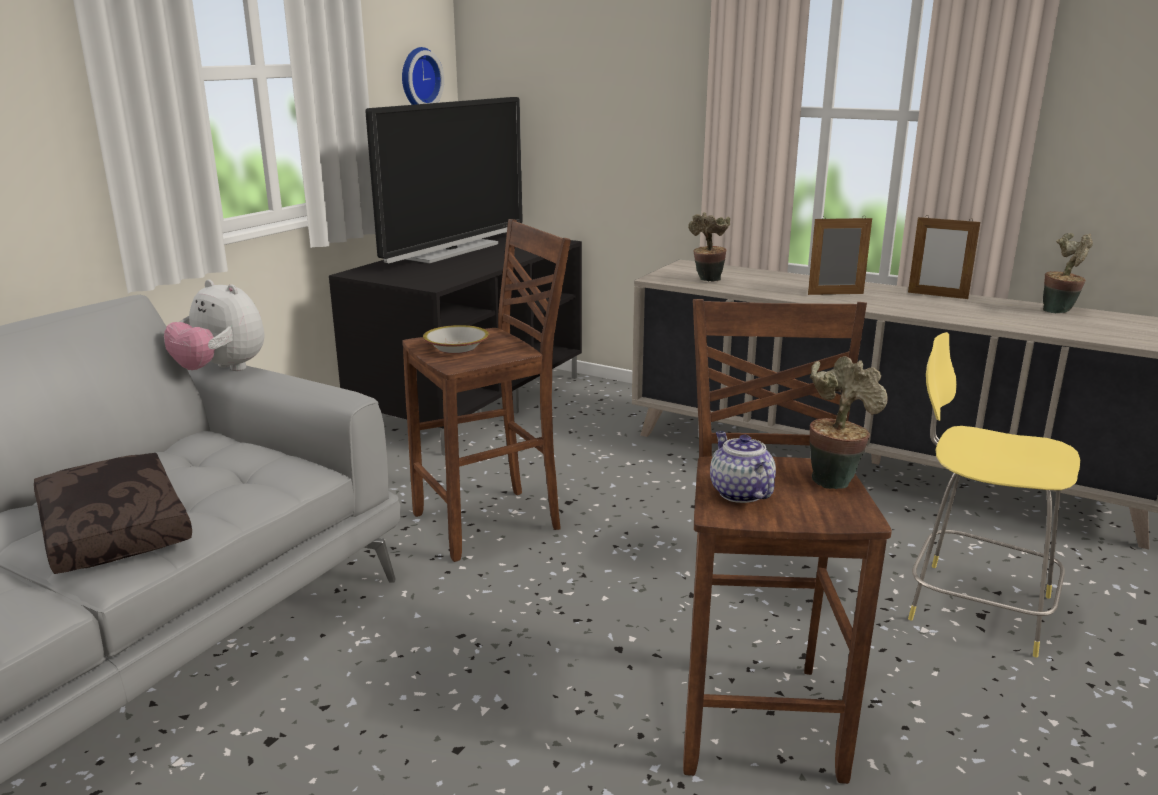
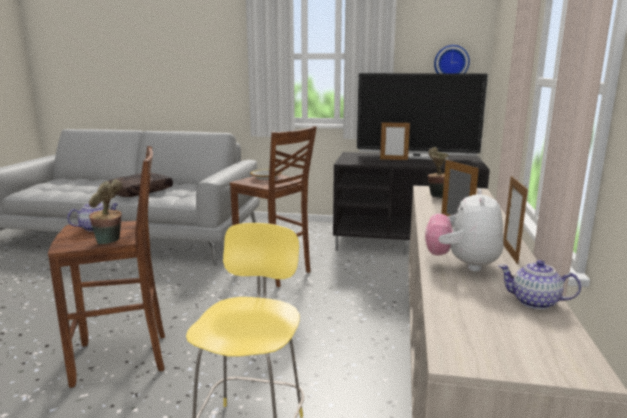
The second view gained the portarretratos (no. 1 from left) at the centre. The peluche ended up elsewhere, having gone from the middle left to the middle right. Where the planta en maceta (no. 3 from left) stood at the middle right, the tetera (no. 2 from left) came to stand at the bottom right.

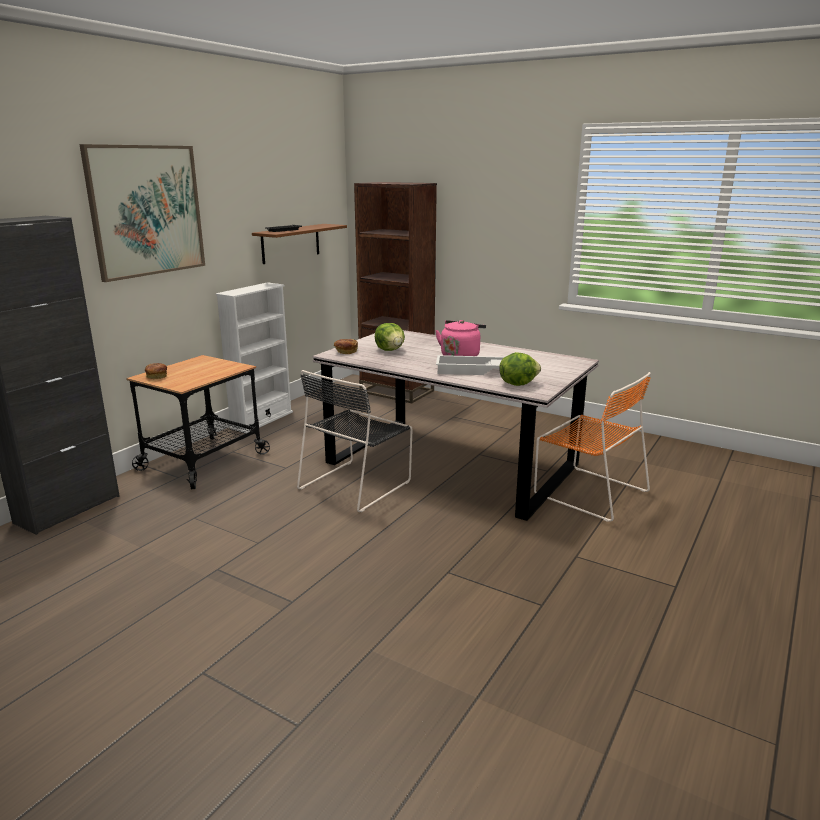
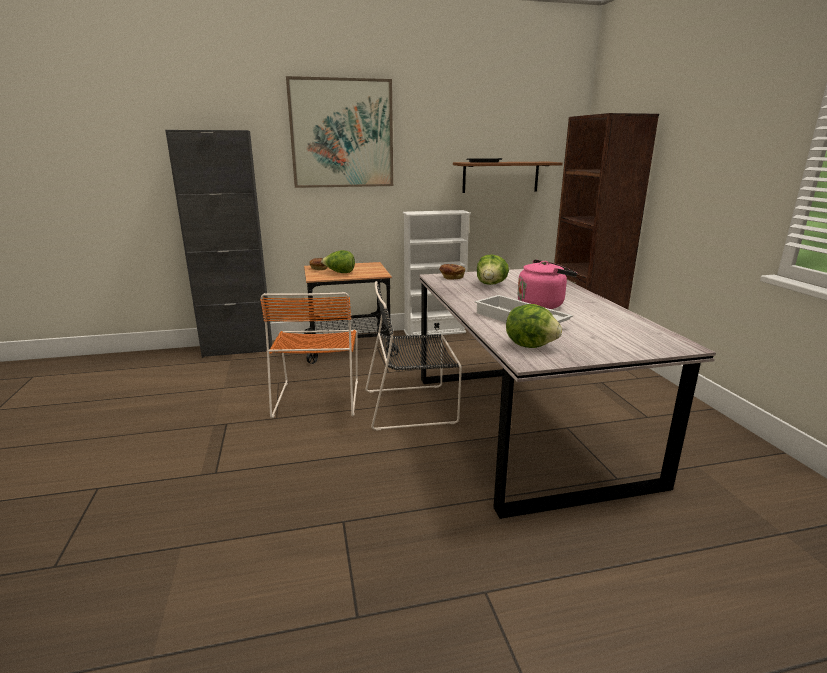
The silla [naranja] ended up elsewhere, having gone from the middle right to the centre. The second view gained the lechuga (no. 1 from left) at the centre.

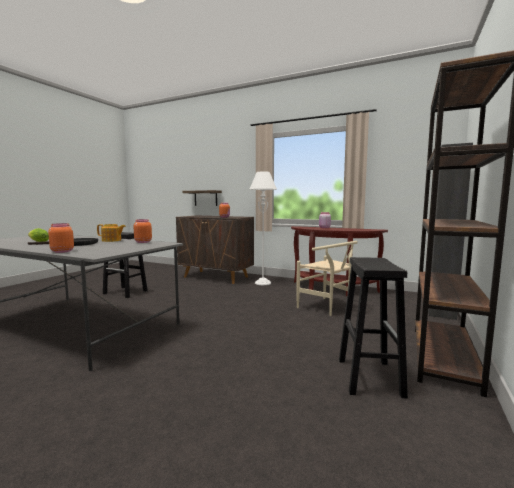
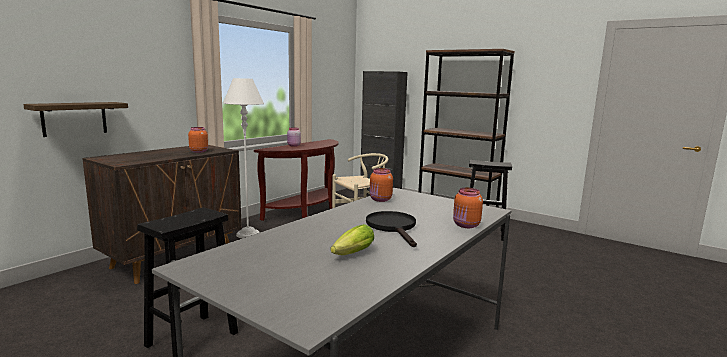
The second view lost the tetera at the middle left.

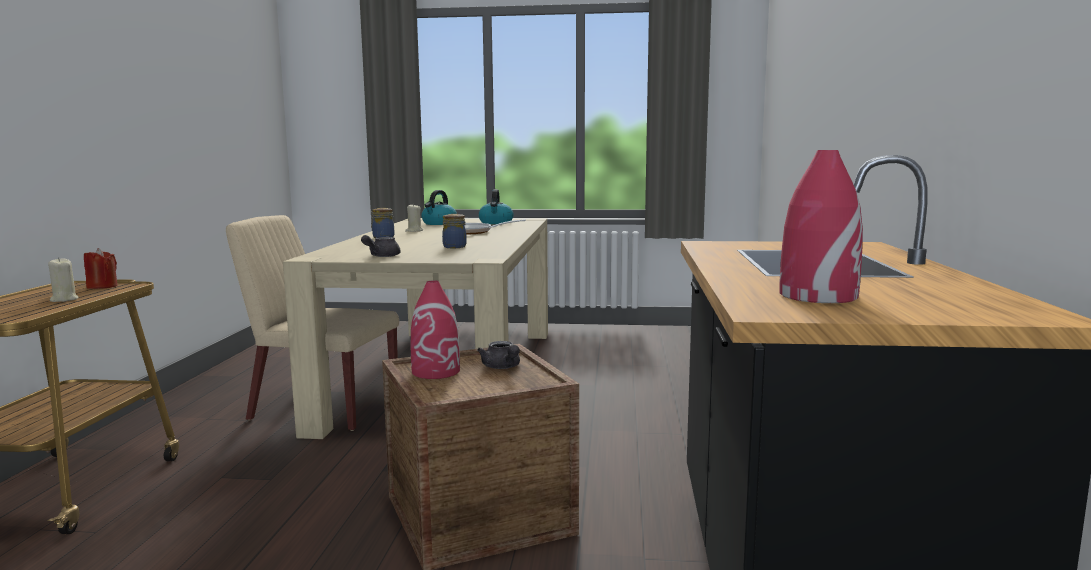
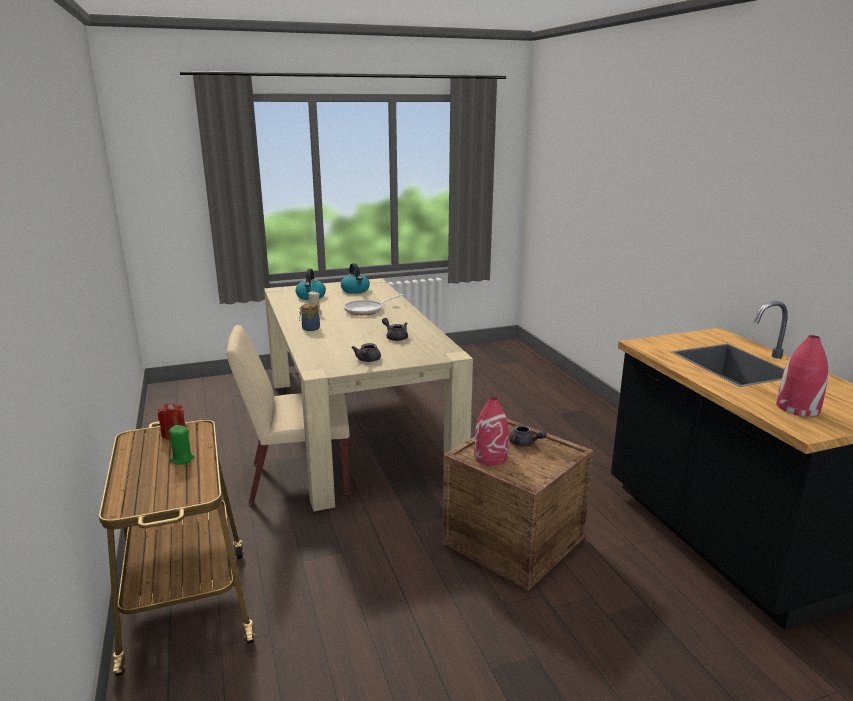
What was the vela [beis] (no. 1 from left) at the middle left turned into the vela [verde] at the middle left. Where the tarro (no. 2 from left) stood at the centre, the tetera [gris] (no. 2 from left) came to stand at the centre.

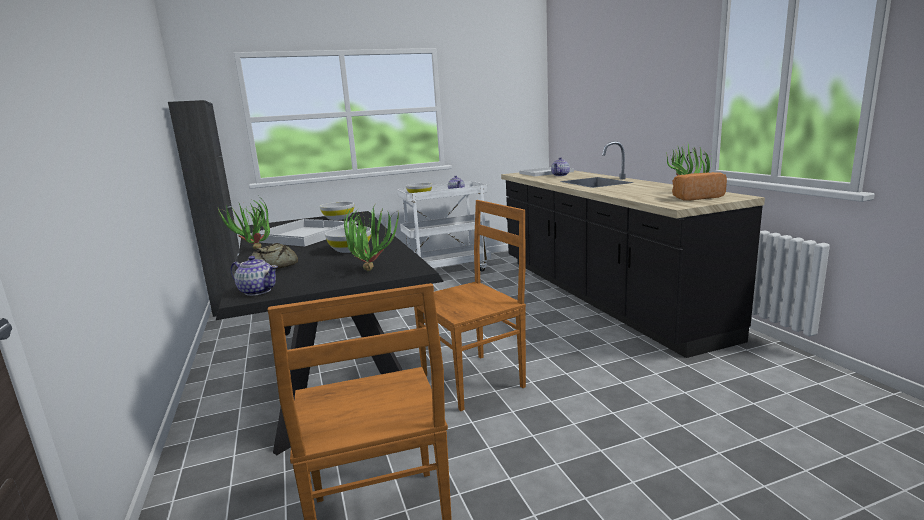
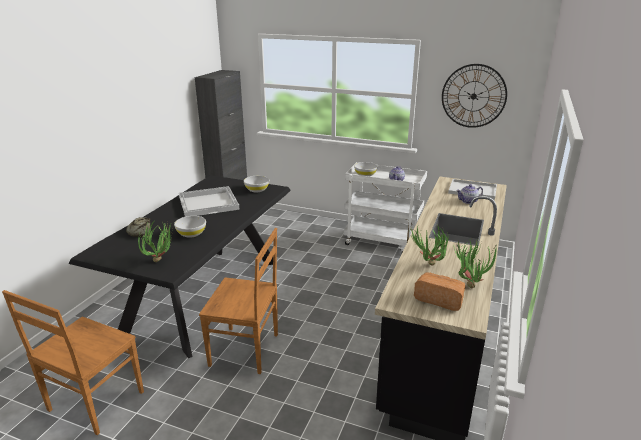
The planta en maceta (no. 1 from left in the first image) ended up elsewhere, having gone from the middle left to the middle right. The second view gained the reloj de pared at the top right. The second view lost the tetera (no. 1 from left) at the middle left.

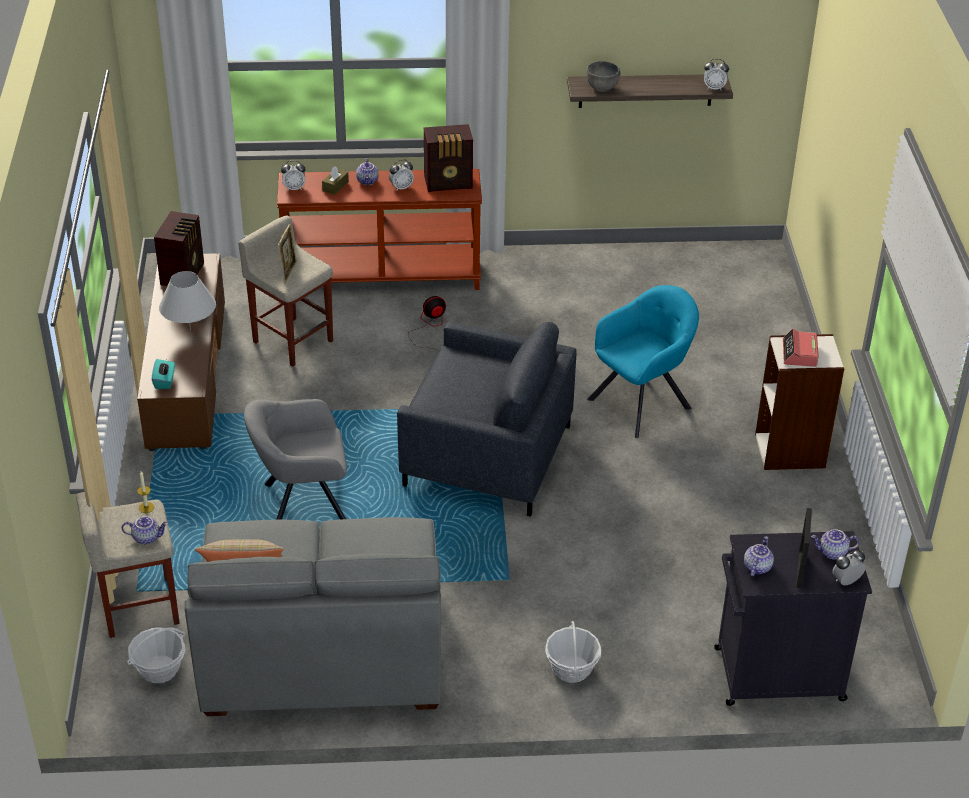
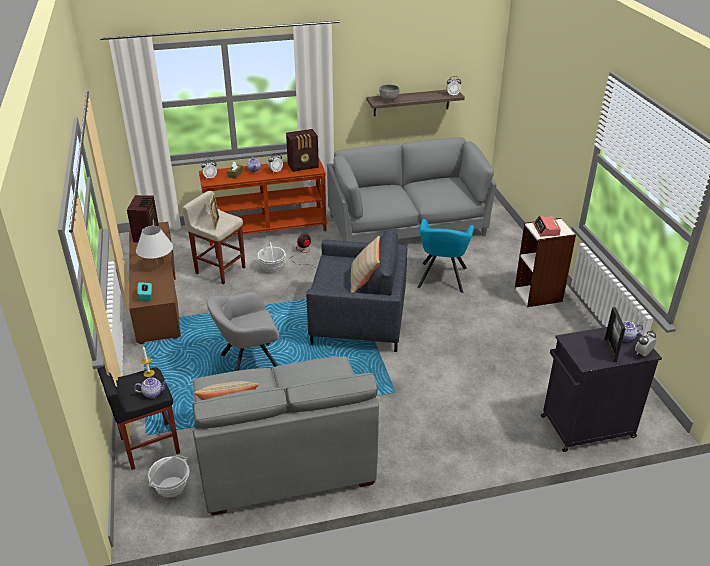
What was the taburete [beis] (no. 1 from left) at the bottom left turned into the taburete [negro] at the bottom left. The cesta (no. 2 from left) ended up elsewhere, having gone from the bottom centre to the centre. The second view gained the sofá [gris] (no. 2 from left) at the centre. The second view gained the cojín [beis] (no. 2 from left) at the centre. The sillón [turquesa] at the centre ended up facing another way, 150 degrees clockwise from before. The second view lost the tetera (no. 3 from left) at the bottom right.

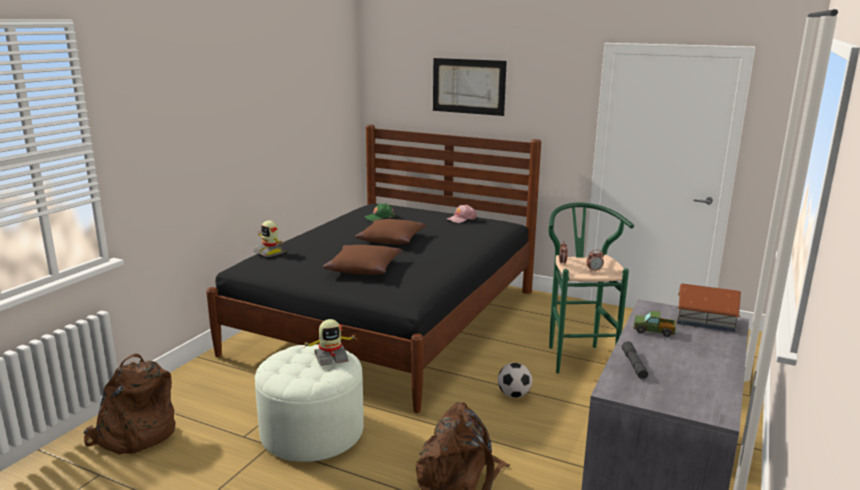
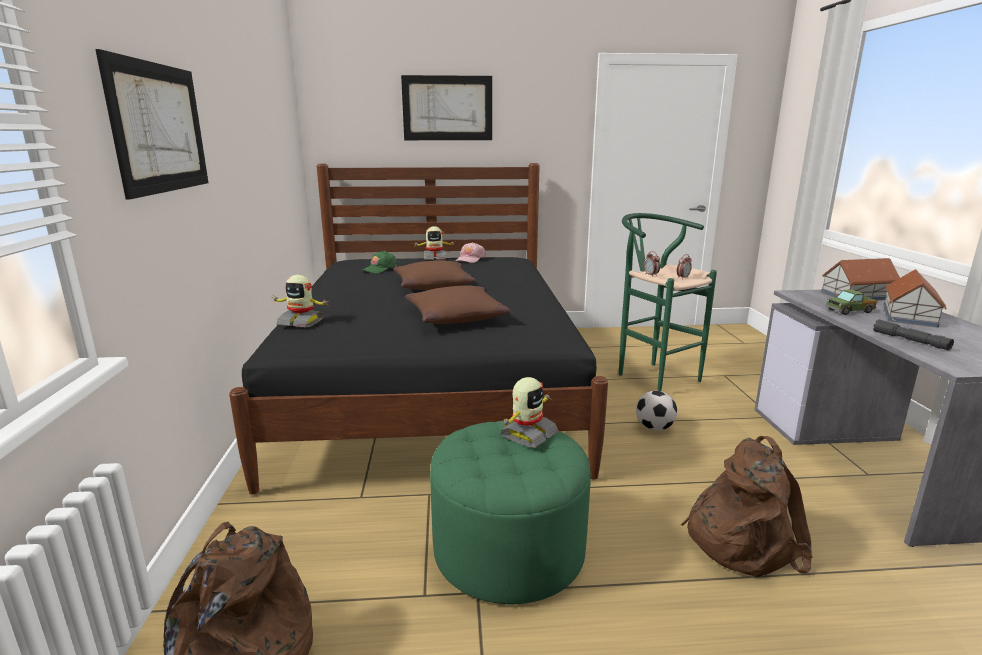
The second view gained the cuadro (no. 1 from left) at the top left. The second view gained the robot de juguete (no. 2 from left) at the centre. What was the puf [blanco] at the bottom centre turned into the puf [verde] at the bottom centre. The second view gained the casita (no. 2 from left) at the middle right.

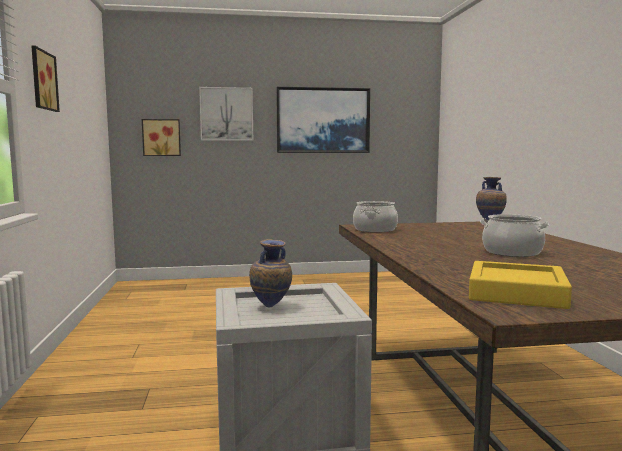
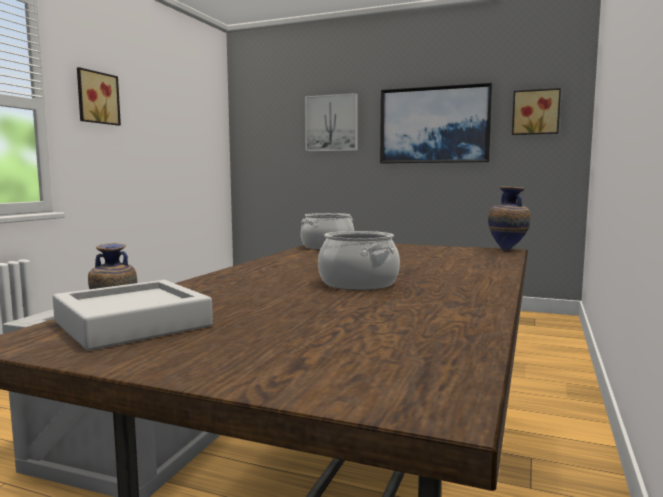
What was the bandeja [amarillo] at the middle right turned into the bandeja [gris] at the middle left. The cuadro (no. 2 from left in the first image) ended up elsewhere, having gone from the top left to the top right.

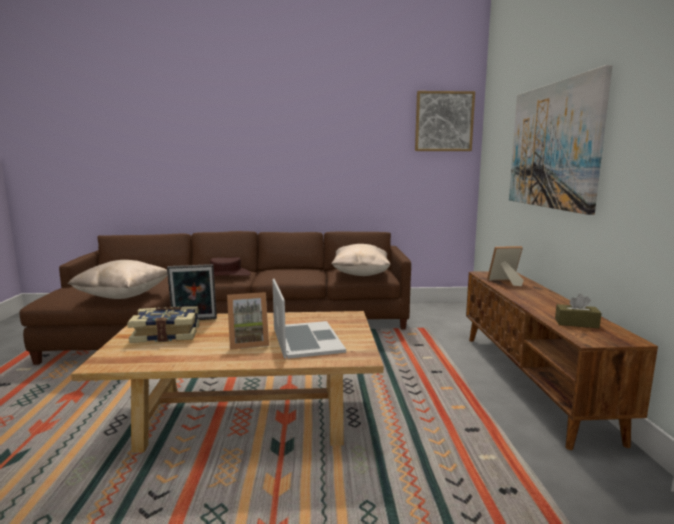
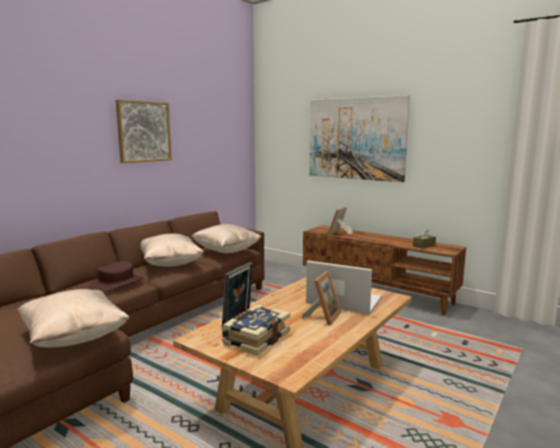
The cuadro (no. 1 from left) ended up elsewhere, having gone from the top centre to the top left. The second view gained the cojín [beis] (no. 2 from left) at the middle left.

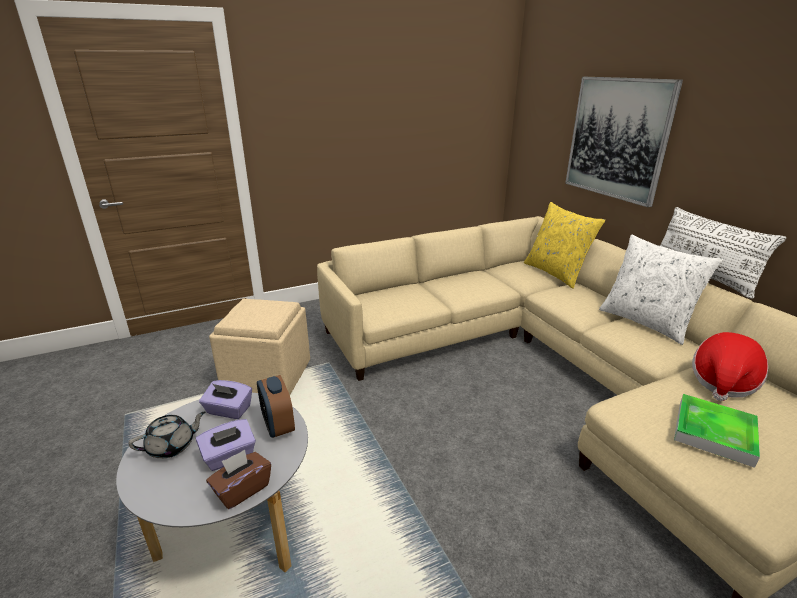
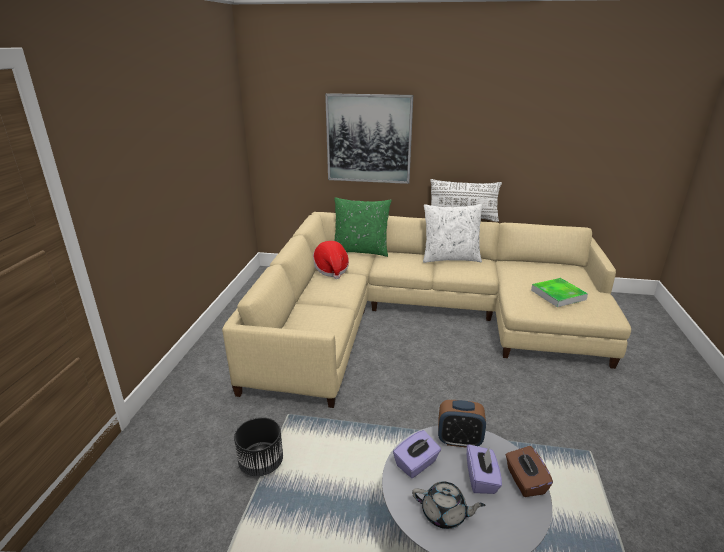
Where the puf [beis] stood at the middle left, the maceta [negro] came to stand at the bottom centre. The sombrero ended up elsewhere, having gone from the middle right to the centre. What was the cojín [amarillo] at the middle right turned into the cojín [verde] at the centre. The tetera [gris] at the bottom left ended up facing another way, 105 degrees clockwise from before.

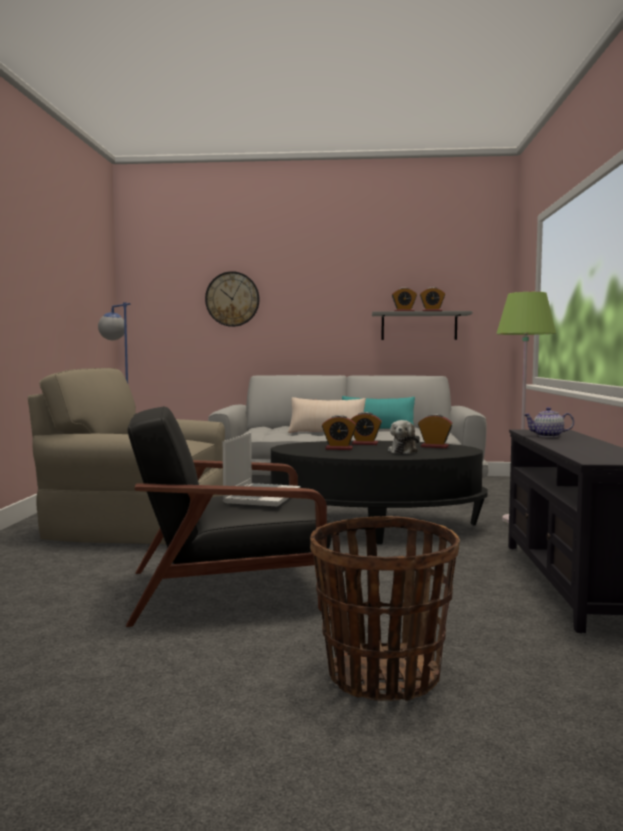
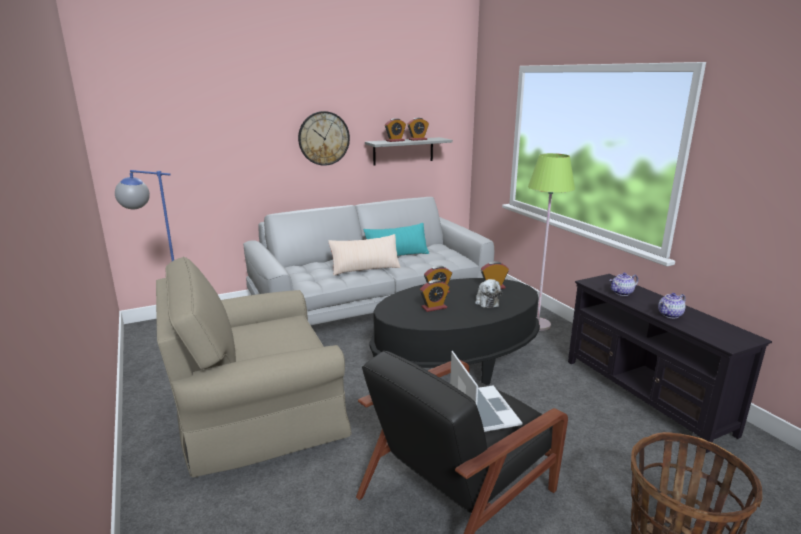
The reloj de pared ended up elsewhere, having gone from the centre to the top centre. The second view gained the tetera (no. 2 from left) at the middle right.

